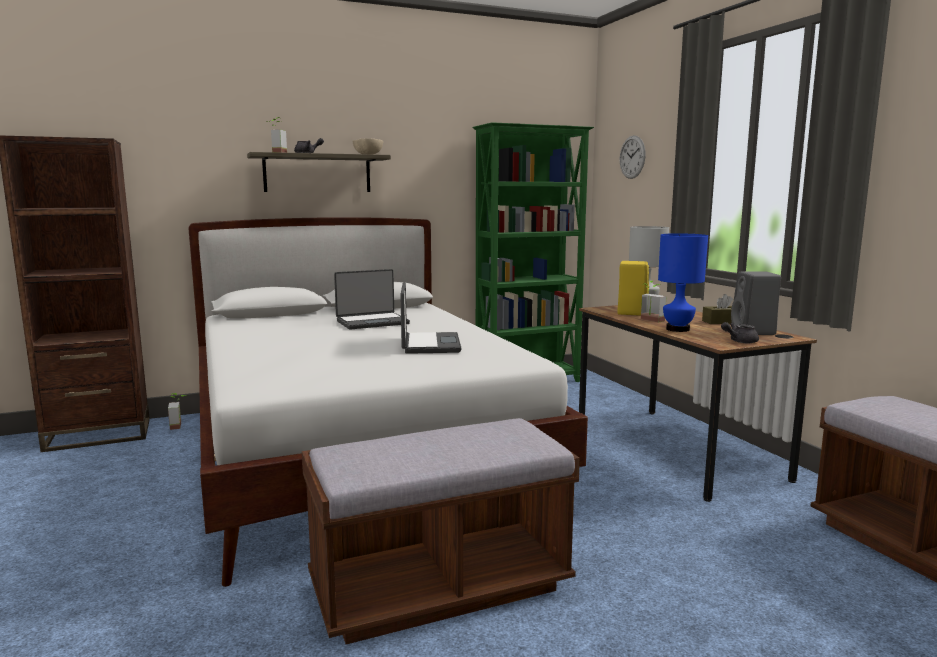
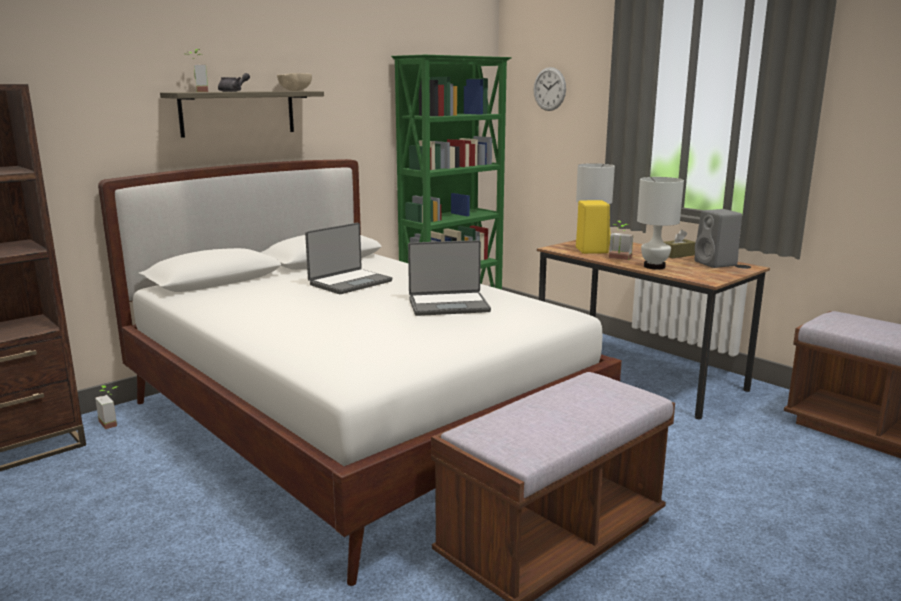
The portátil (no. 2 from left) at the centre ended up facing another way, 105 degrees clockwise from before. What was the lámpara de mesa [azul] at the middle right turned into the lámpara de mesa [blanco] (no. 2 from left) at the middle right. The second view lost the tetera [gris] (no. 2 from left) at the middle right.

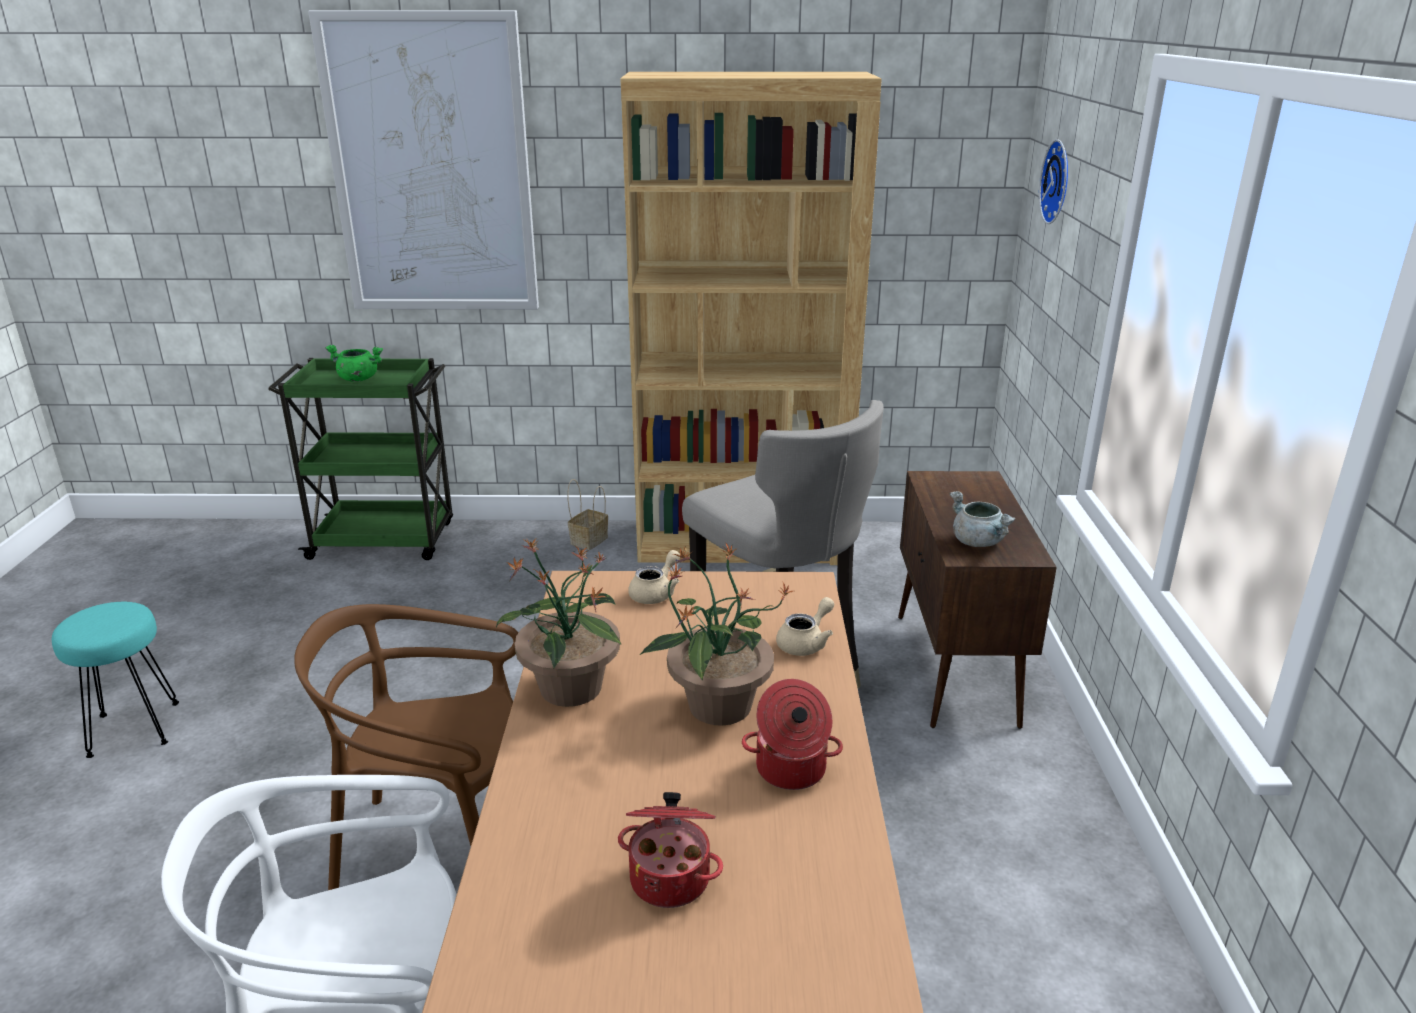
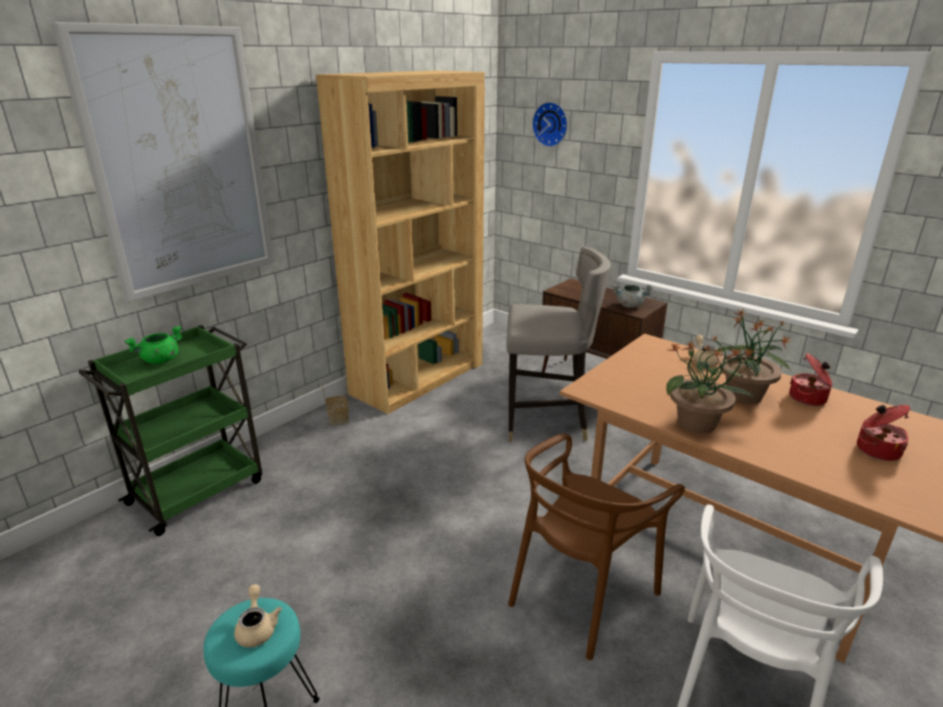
The tetera [beis] (no. 1 from left) ended up elsewhere, having gone from the centre to the bottom left.

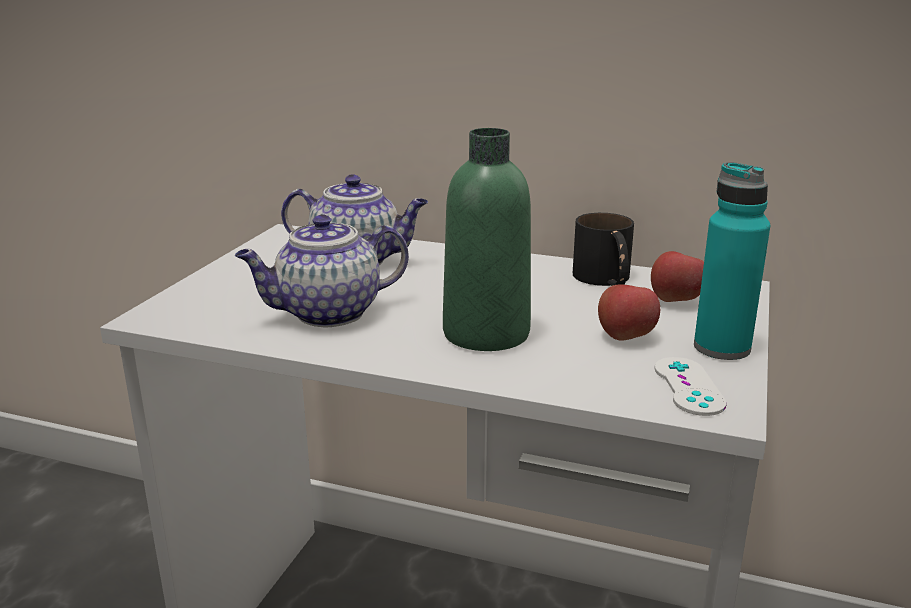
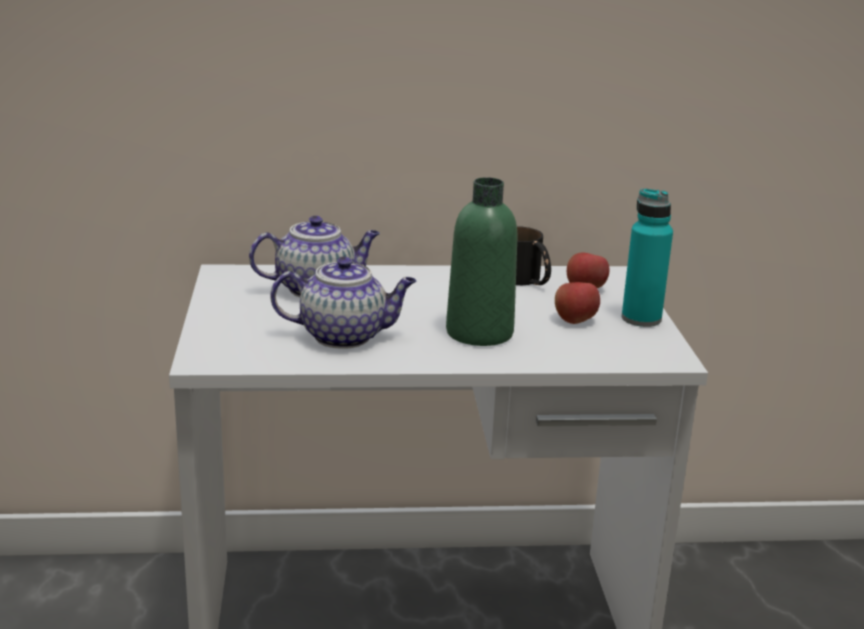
The tetera (no. 1 from left in the first image) at the centre ended up facing another way, 135 degrees counterclockwise from before. The second view lost the mando de consola [blanco] at the middle right.

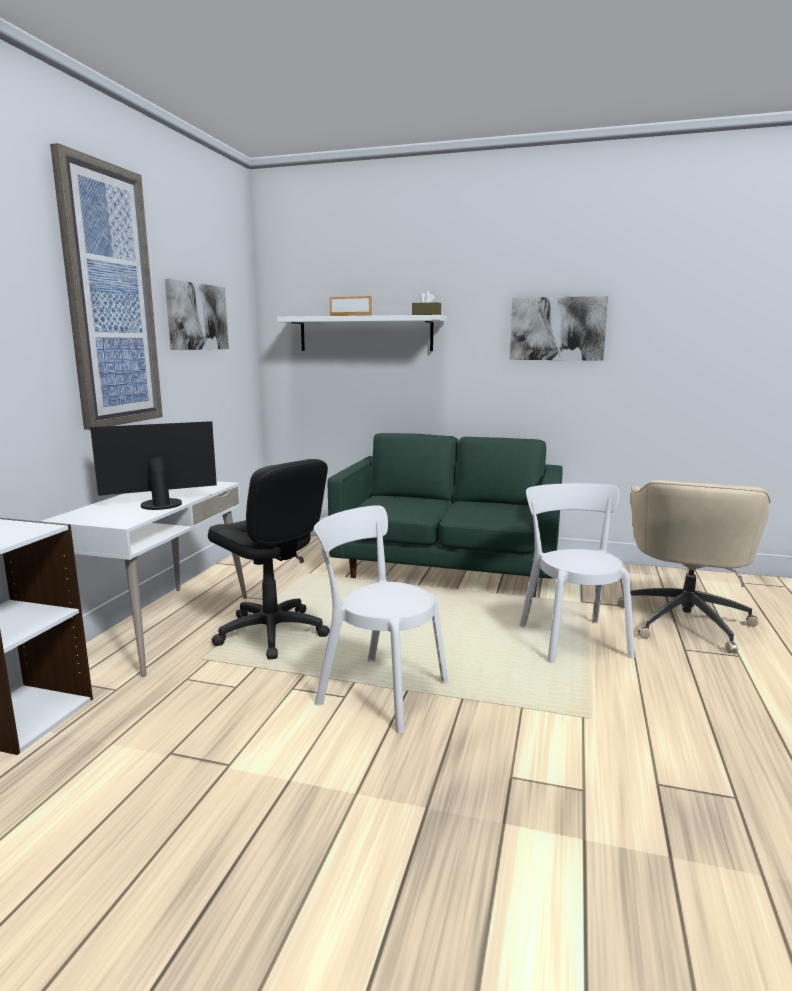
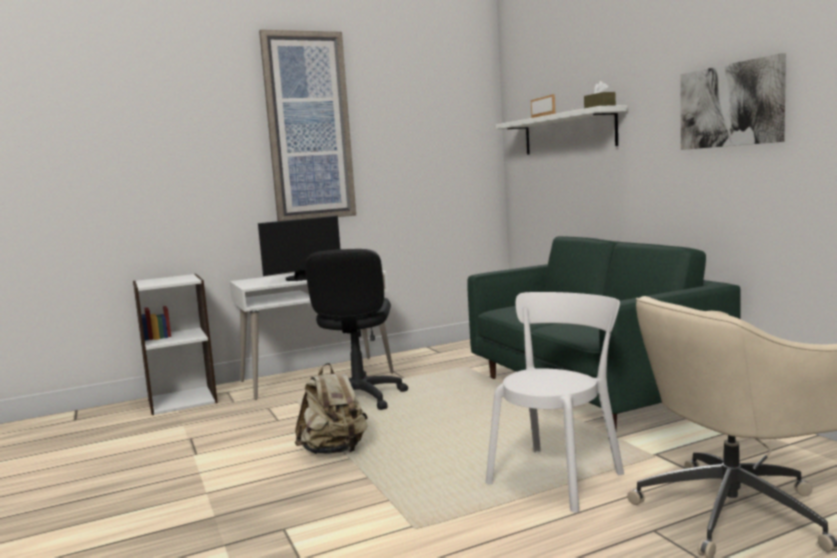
The monitor at the middle left ended up facing another way, 120 degrees clockwise from before. Where the silla [blanco] (no. 1 from left) stood at the centre, the mochila [beis] came to stand at the bottom centre. The second view lost the cuadro (no. 2 from left) at the top left.

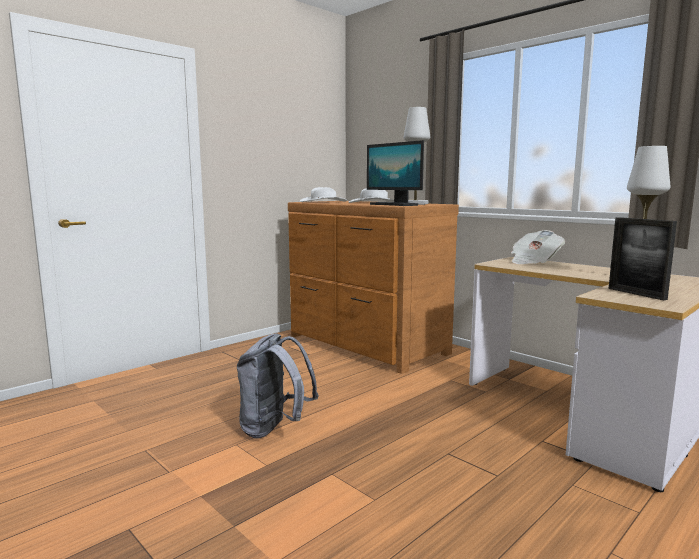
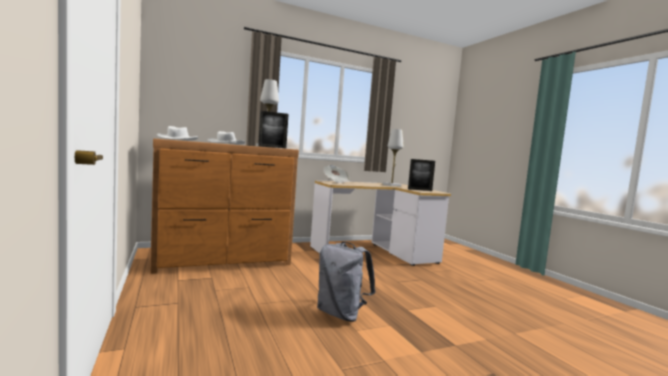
Where the monitor stood at the top centre, the portarretratos (no. 1 from left) came to stand at the centre.

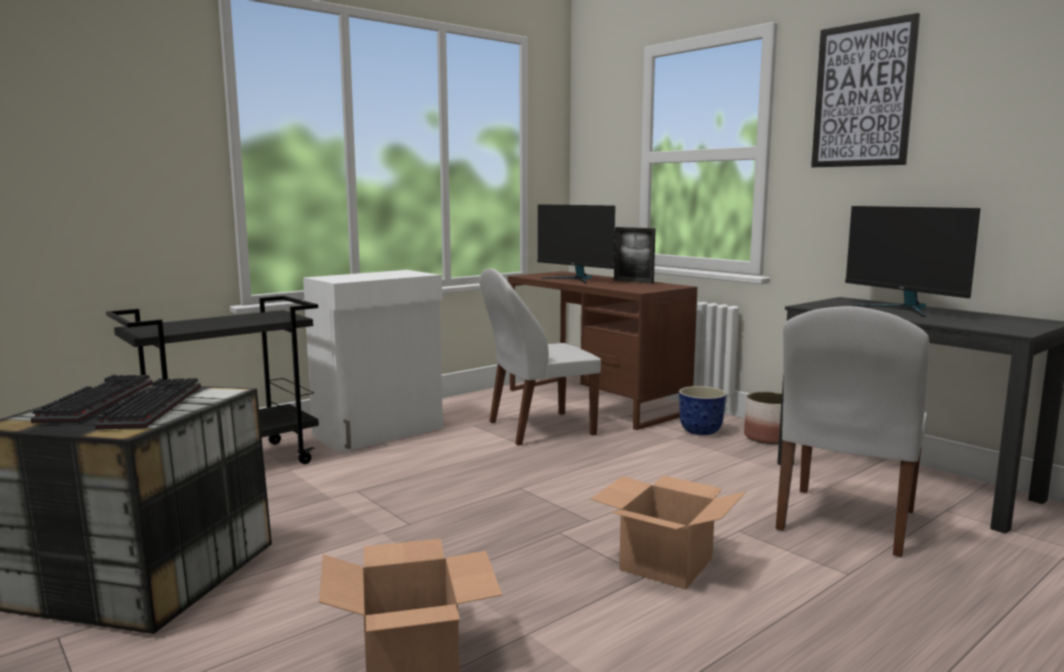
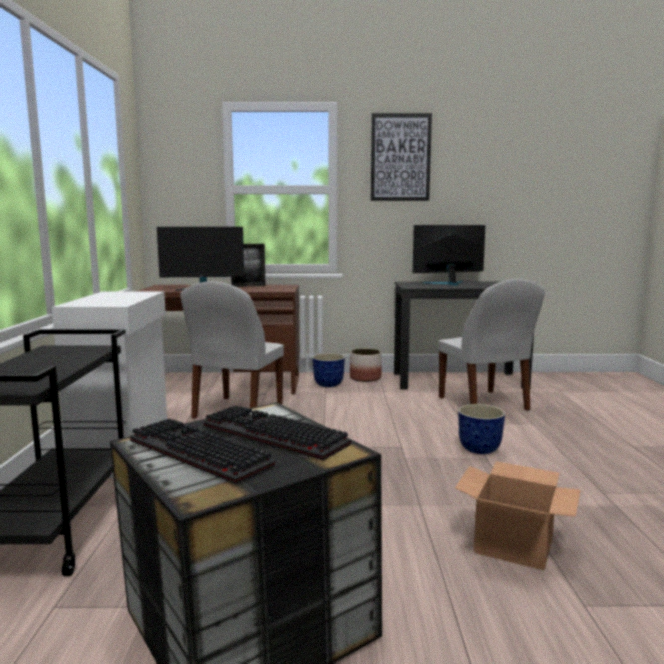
The monitor (no. 2 from left) at the middle right ended up facing another way, 150 degrees clockwise from before. Where the caja de cartón (no. 2 from left) stood at the bottom centre, the maceta (no. 3 from left) came to stand at the middle right.

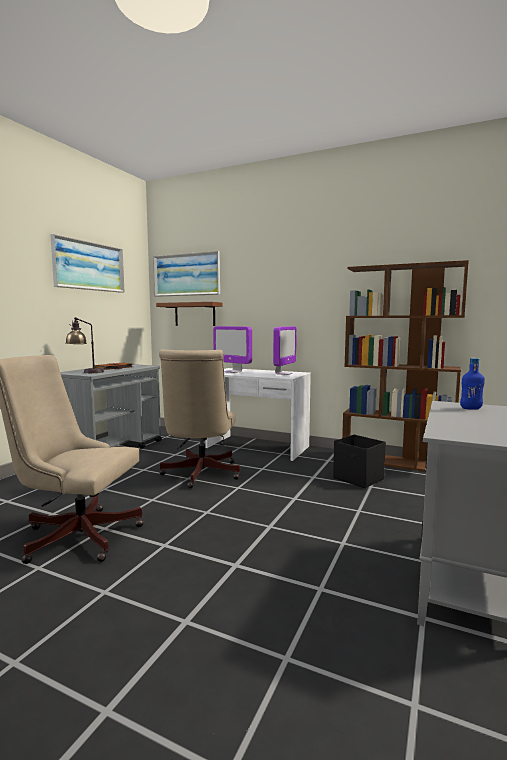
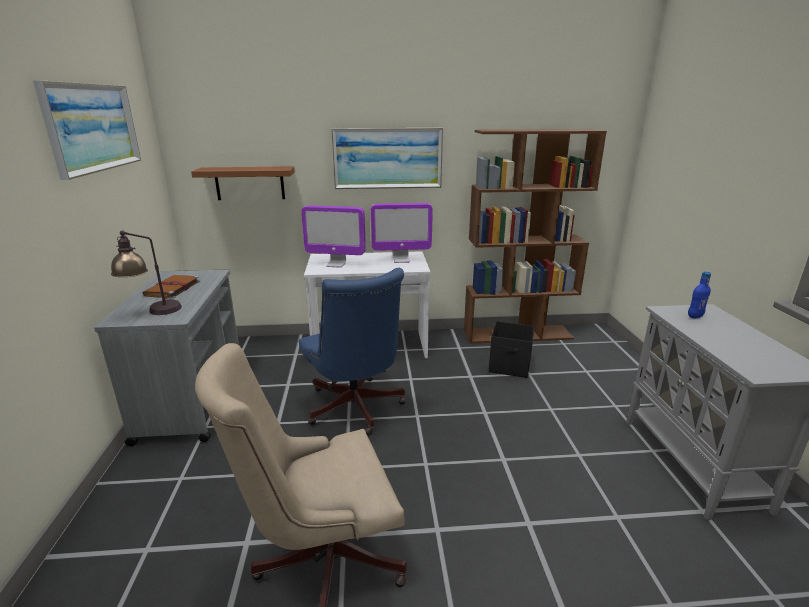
What was the silla de oficina [beis] (no. 2 from left) at the centre turned into the silla de oficina [azul] at the centre. The cuadro (no. 2 from left) ended up elsewhere, having gone from the centre to the top centre. The monitor (no. 2 from left) at the centre ended up facing another way, 90 degrees clockwise from before.

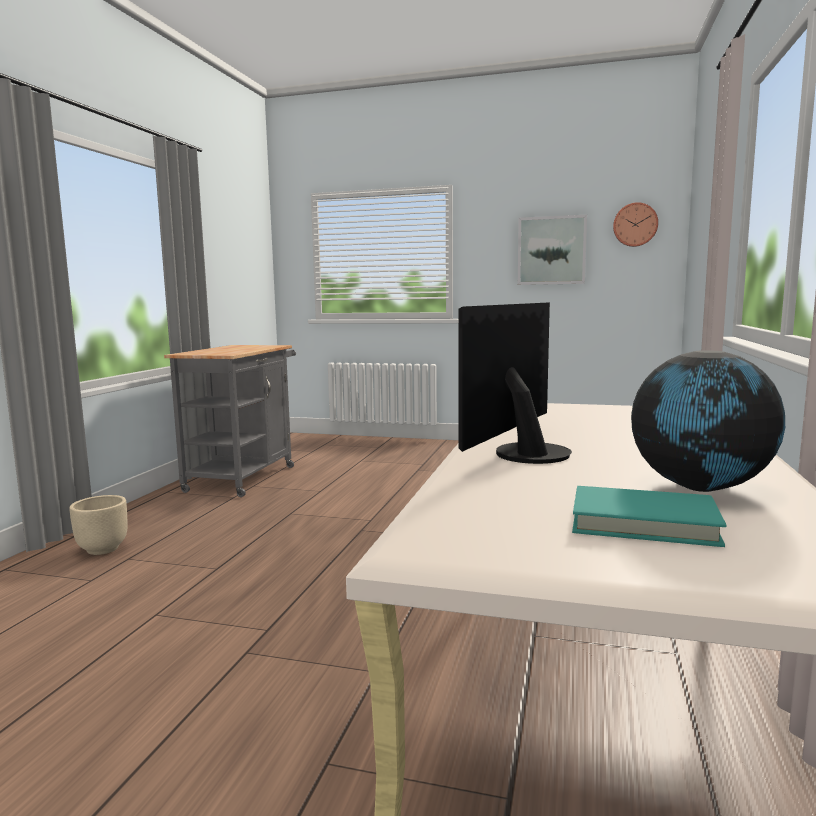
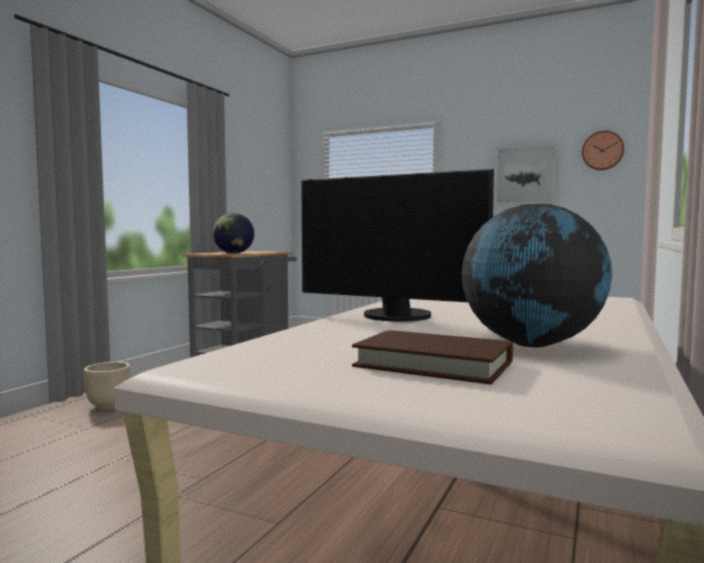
The second view gained the globo terráqueo (no. 1 from left) at the middle left. The monitor at the centre ended up facing another way, 105 degrees counterclockwise from before. What was the libro [turquesa] at the middle right turned into the libro [marrón] at the centre.

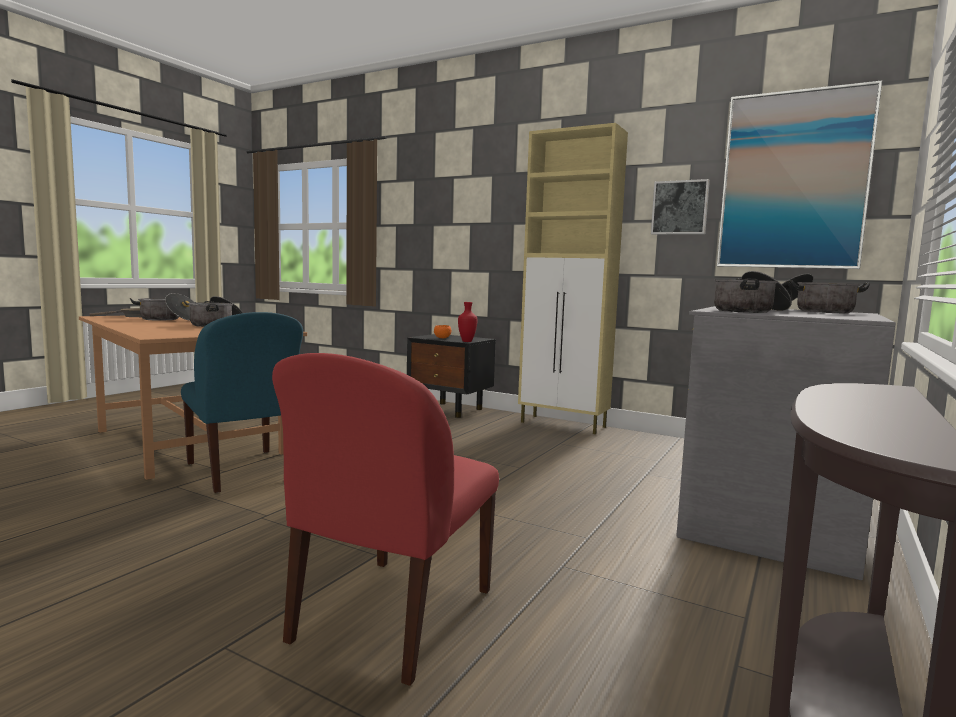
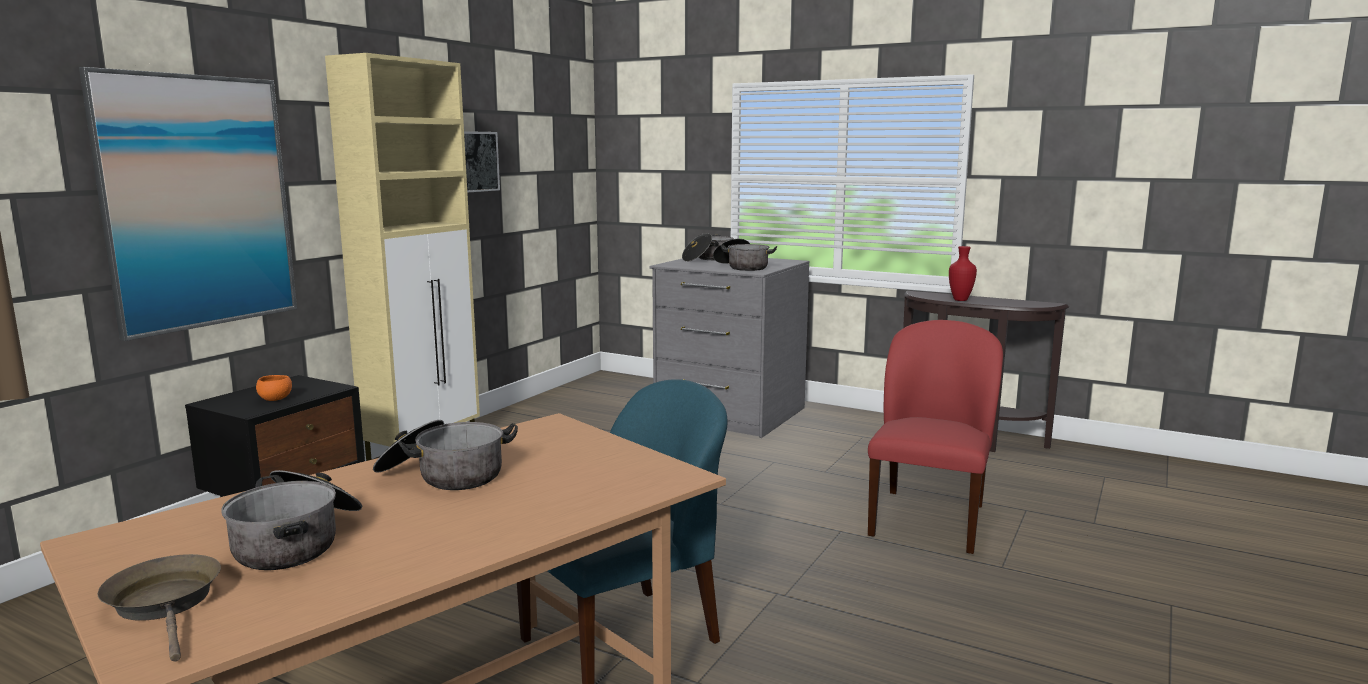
The cuadro (no. 2 from left in the first image) ended up elsewhere, having gone from the top right to the top left. The silla [rojo] at the bottom centre ended up facing another way, 90 degrees counterclockwise from before. The florero [rojo] ended up elsewhere, having gone from the centre to the middle right.

